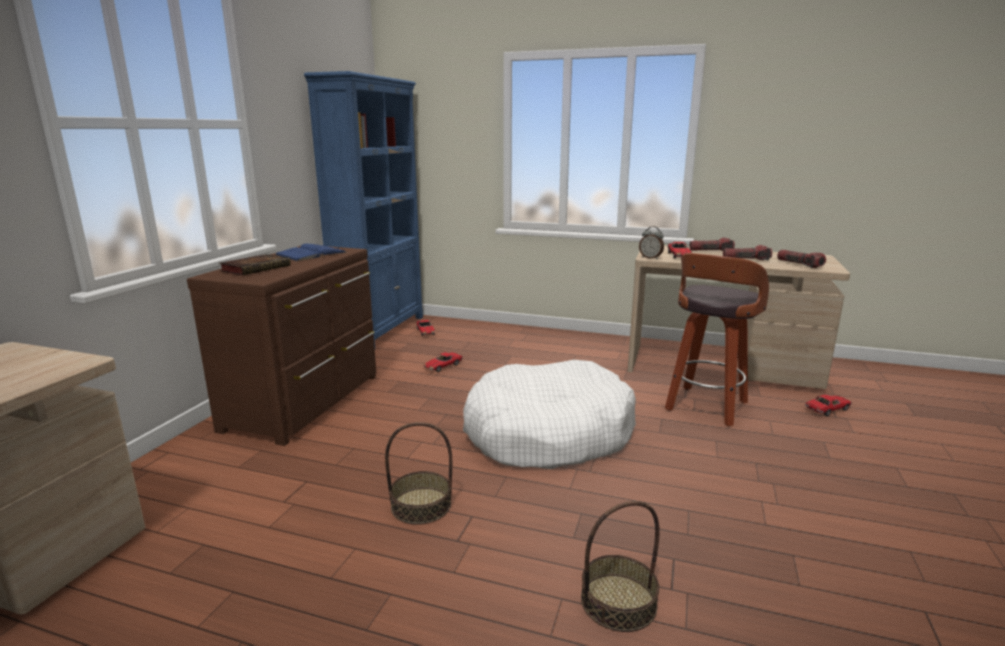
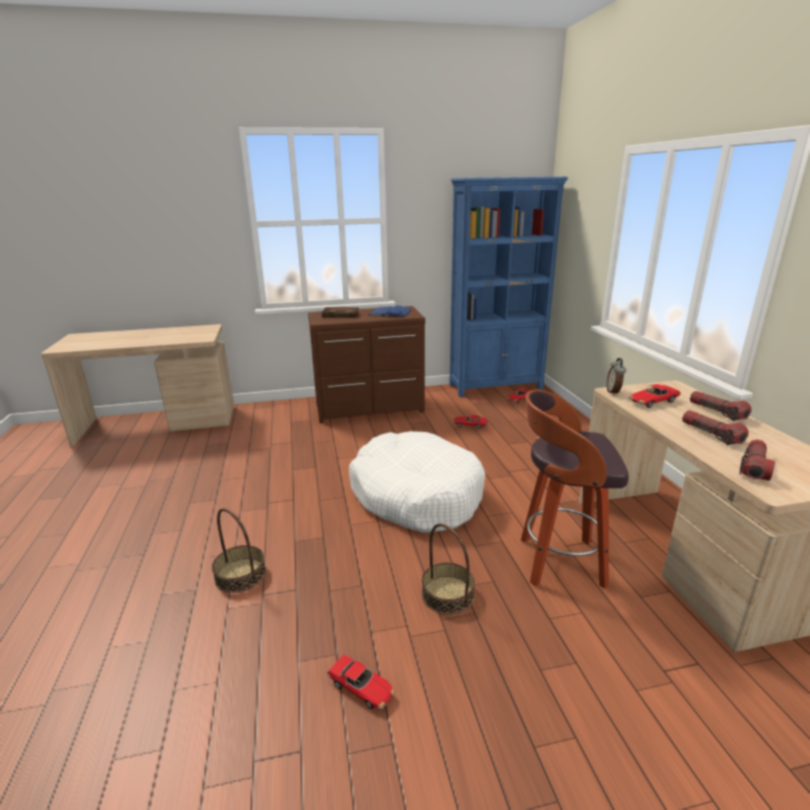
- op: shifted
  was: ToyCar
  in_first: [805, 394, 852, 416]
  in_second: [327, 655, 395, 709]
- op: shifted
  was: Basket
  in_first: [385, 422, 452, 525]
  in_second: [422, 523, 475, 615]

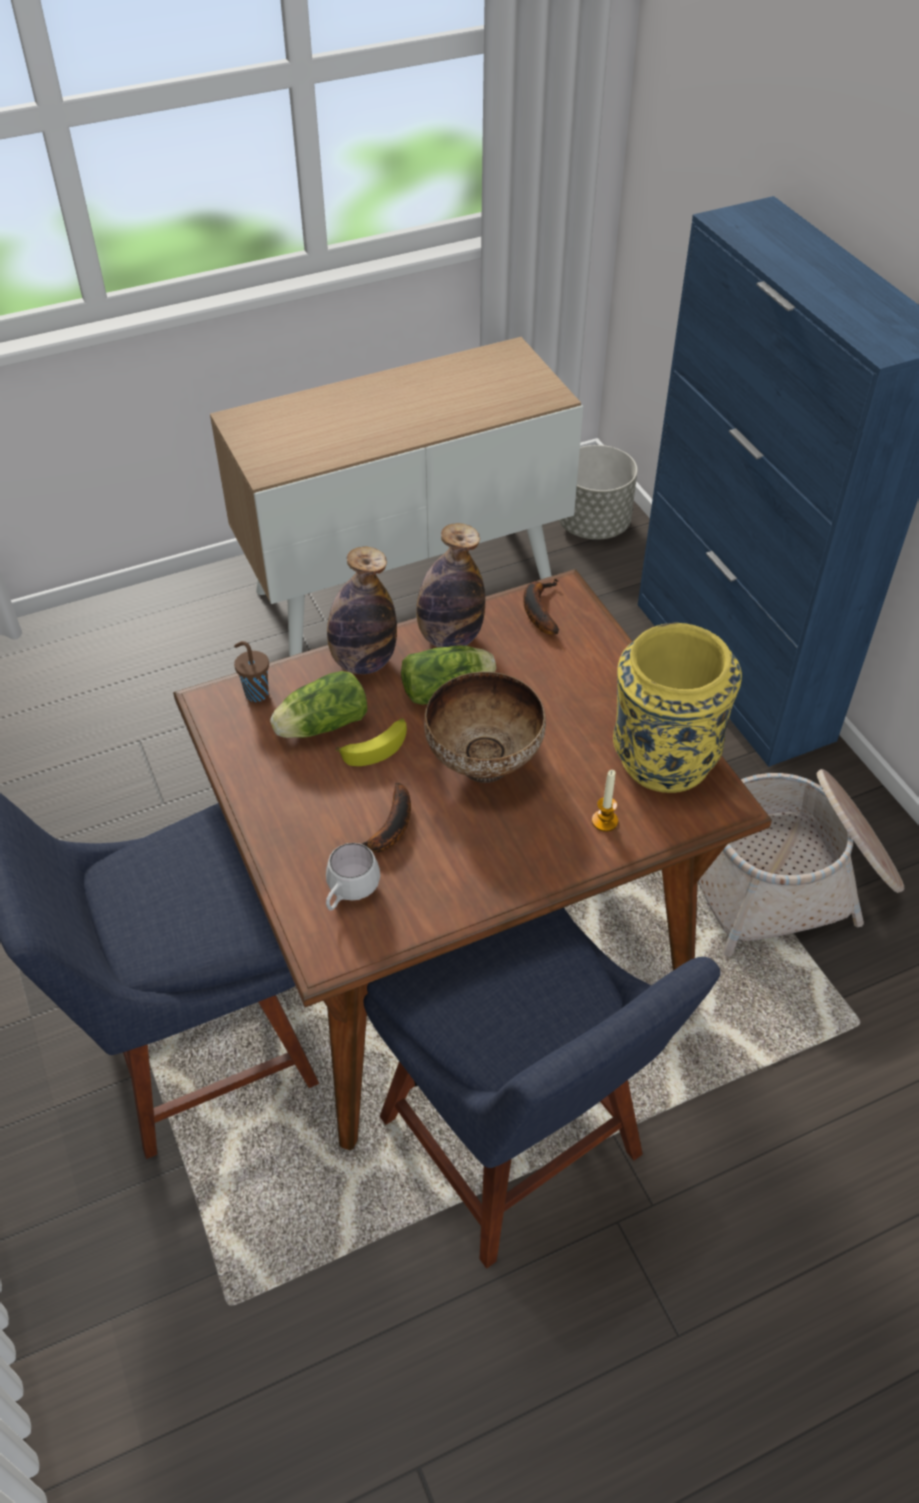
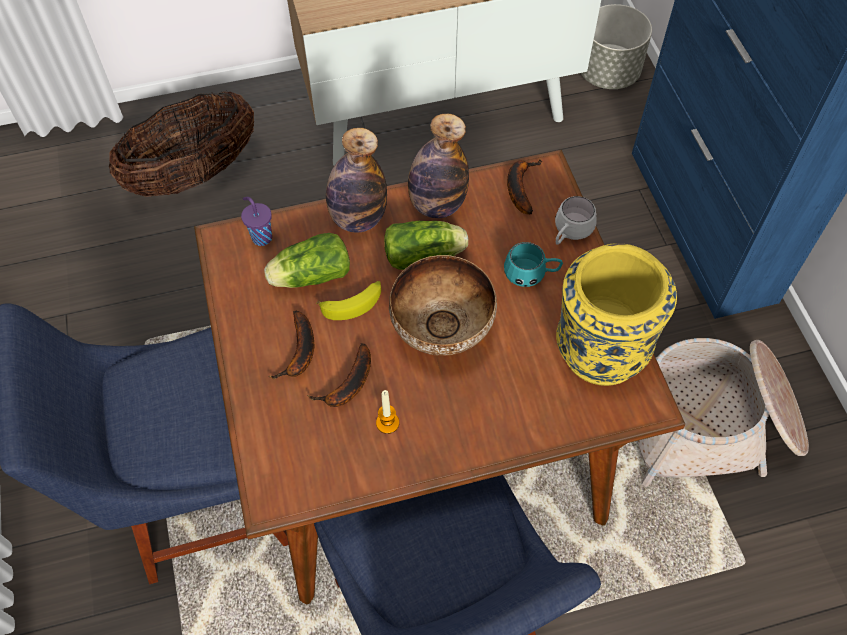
- op: new
  now: Basket
  in_second: [109, 91, 254, 197]
- op: repainted
  was: BrownCup
  now: PurpleCup
  in_first: [234, 641, 269, 702]
  in_second: [241, 197, 272, 246]
- op: new
  now: Banana
  in_second: [268, 311, 314, 379]
- op: shifted
  was: Candle
  in_first: [592, 770, 618, 832]
  in_second: [376, 390, 399, 434]
- op: new
  now: TurquoiseMug
  in_second: [504, 242, 563, 287]
- op: shifted
  was: WhiteMug
  in_first: [326, 843, 381, 911]
  in_second: [555, 196, 597, 245]

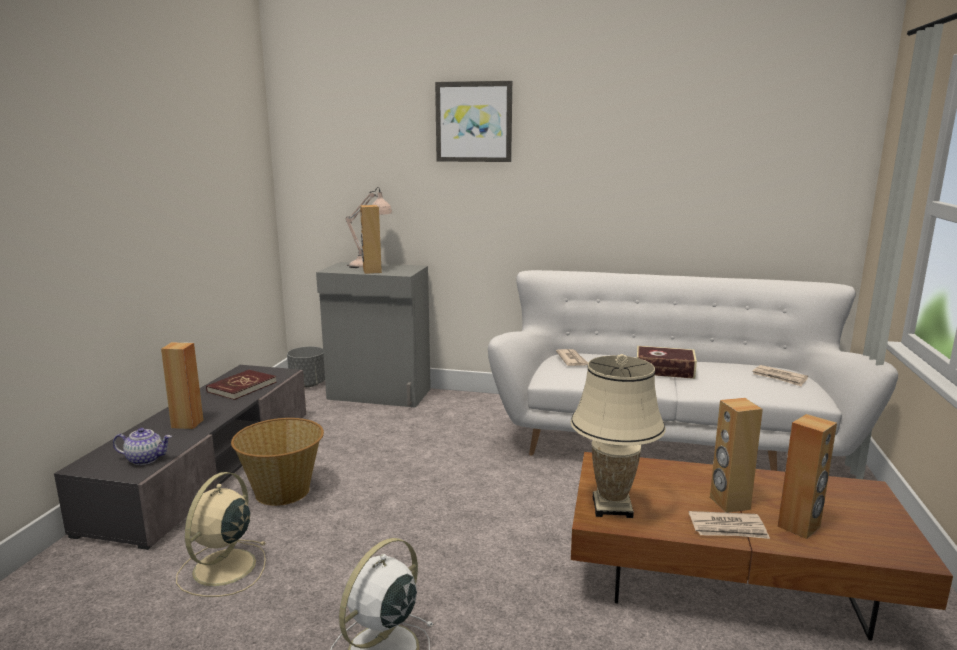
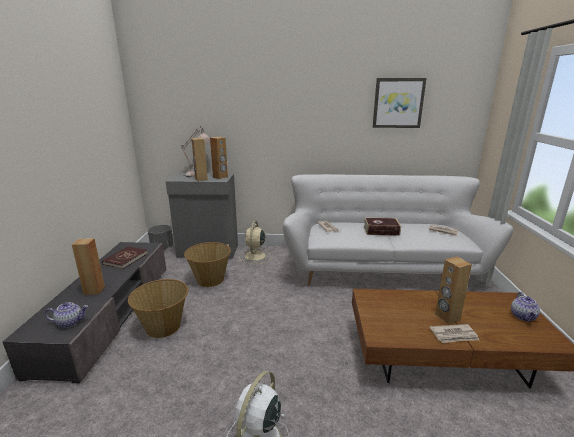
- op: new
  now: Basket
  in_second: [184, 242, 231, 287]
- op: shifted
  was: BrownSpeaker
  in_first: [778, 414, 837, 539]
  in_second: [210, 137, 228, 179]
- op: shifted
  was: BeigeFan
  in_first: [176, 472, 266, 597]
  in_second: [239, 221, 271, 264]
- op: shifted
  was: Picture
  in_first: [435, 81, 512, 162]
  in_second: [372, 78, 427, 128]
- op: new
  now: Teapot
  in_second: [511, 292, 540, 322]
- op: gone
  was: BeigeTableLamp
  in_first: [571, 354, 666, 518]

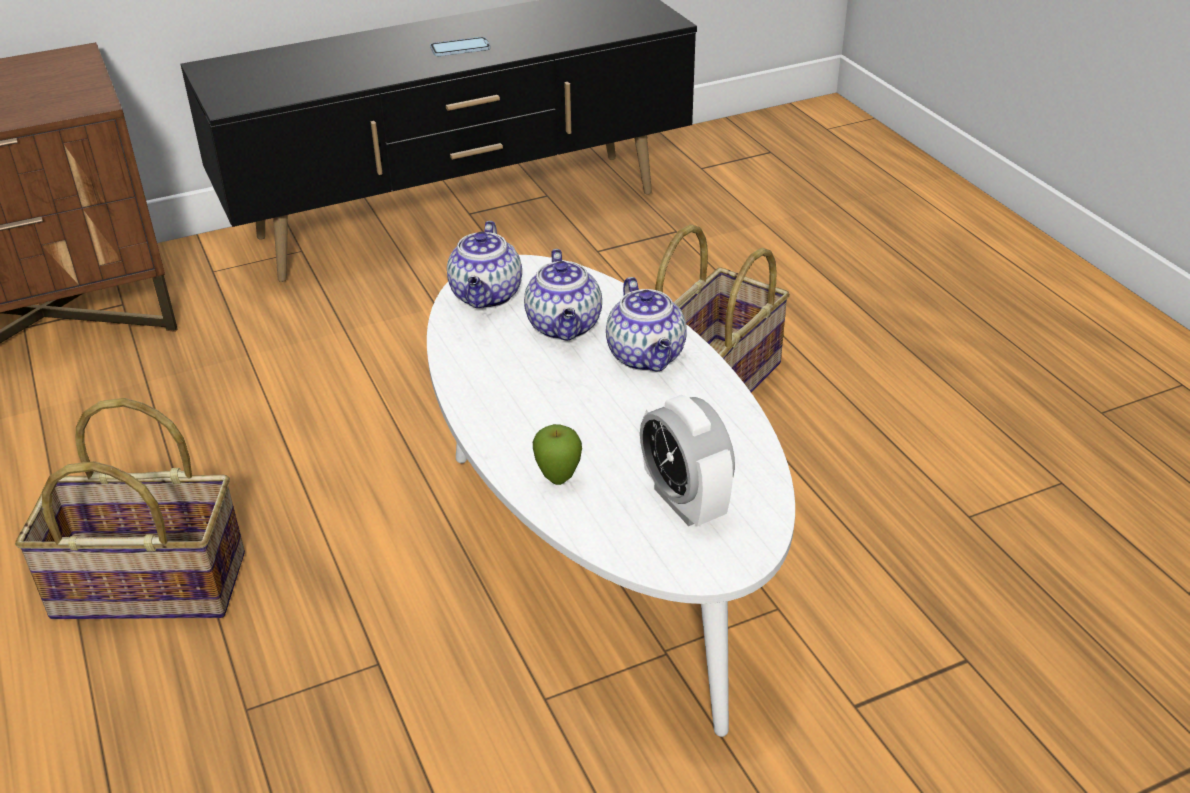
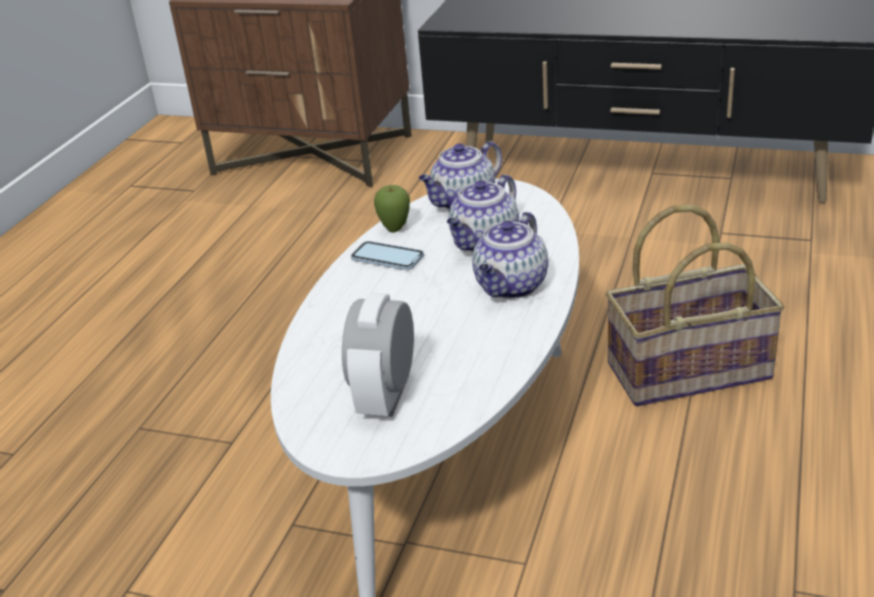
- op: shifted
  was: Phone
  in_first: [430, 37, 491, 56]
  in_second: [351, 241, 424, 270]
- op: shifted
  was: Apple
  in_first: [533, 424, 582, 485]
  in_second: [374, 185, 410, 233]
- op: gone
  was: Basket
  in_first: [15, 398, 245, 619]

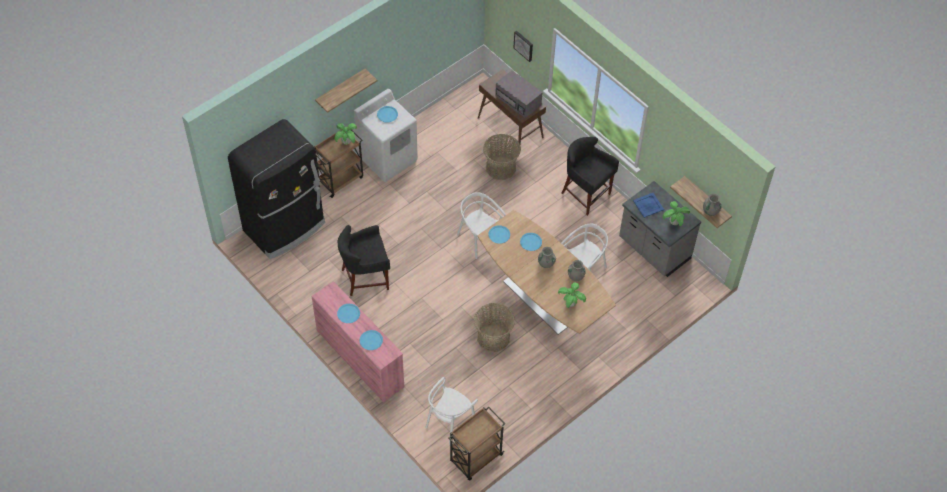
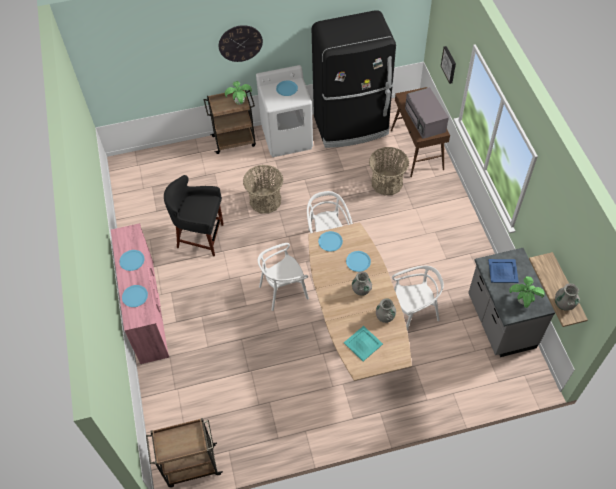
- op: swapped
  was: Shelf
  now: WallClock
  in_first: [315, 69, 377, 113]
  in_second: [219, 25, 263, 62]
- op: shifted
  was: Basket
  in_first: [474, 303, 515, 352]
  in_second: [243, 165, 283, 214]
- op: shifted
  was: WhiteChair
  in_first: [426, 377, 478, 445]
  in_second: [258, 243, 309, 311]
- op: shifted
  was: BlackFridge
  in_first: [228, 119, 325, 259]
  in_second: [312, 10, 396, 148]
- op: swapped
  was: PottedPlant
  now: TurquoiseTray
  in_first: [558, 282, 586, 308]
  in_second: [344, 326, 383, 361]
- op: gone
  was: BlackStool
  in_first: [562, 137, 619, 216]

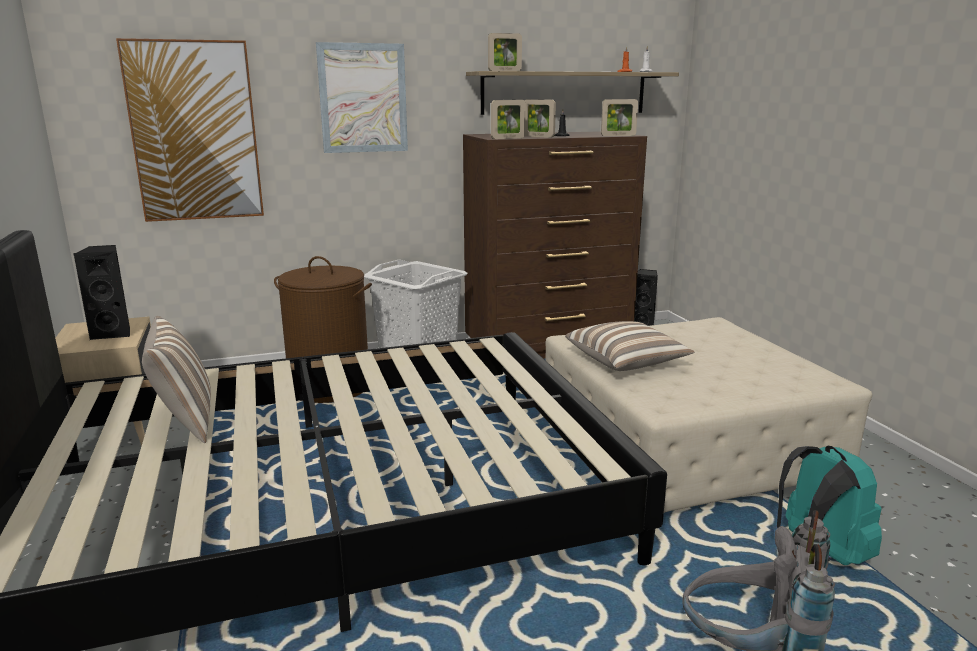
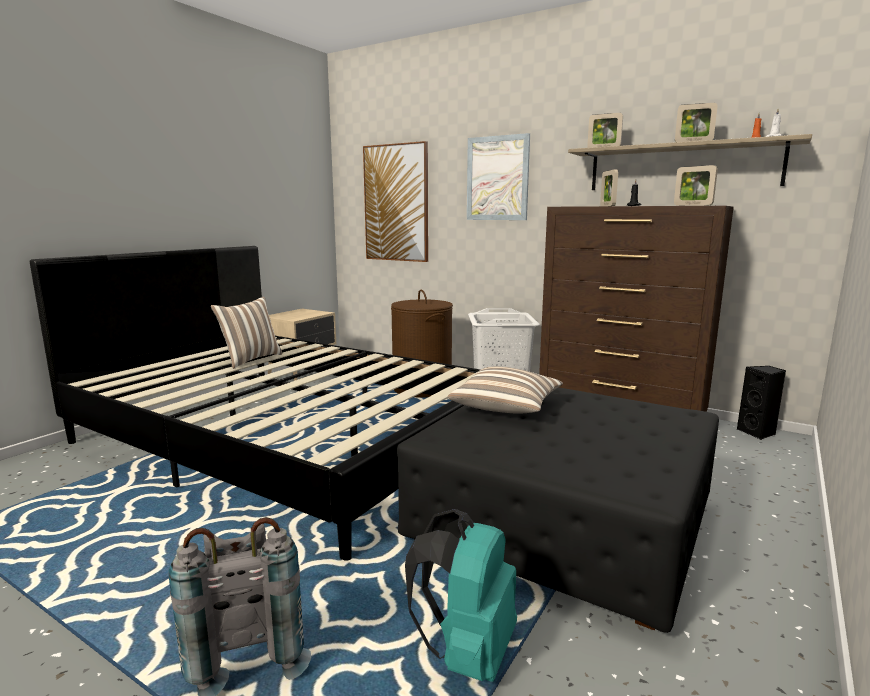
- op: repainted
  was: BeigeOttoman
  now: BlackOttoman
  in_first: [545, 317, 872, 513]
  in_second: [397, 387, 719, 633]
- op: shifted
  was: PictureFrame
  in_first: [491, 100, 526, 139]
  in_second: [675, 103, 718, 142]
- op: gone
  was: BlackSpeaker
  in_first: [74, 245, 130, 340]

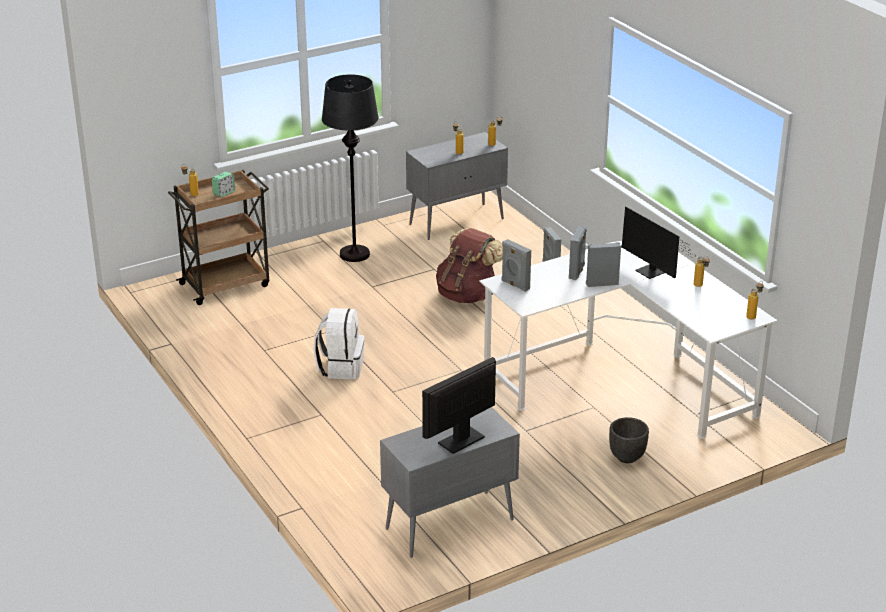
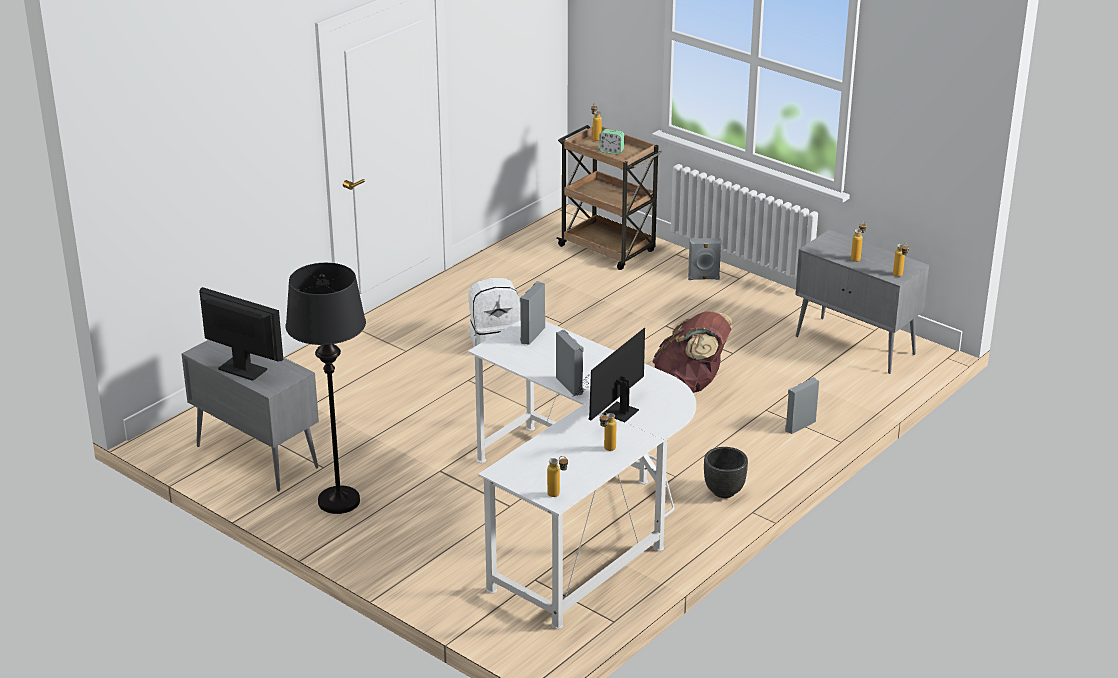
- op: shifted
  was: BlackFloorLamp
  in_first: [322, 74, 379, 262]
  in_second: [286, 263, 366, 514]
- op: shifted
  was: GreySpeaker
  in_first: [569, 226, 587, 280]
  in_second: [688, 238, 722, 280]
- op: shifted
  was: BlackPlanter
  in_first: [609, 417, 649, 463]
  in_second: [704, 447, 748, 498]

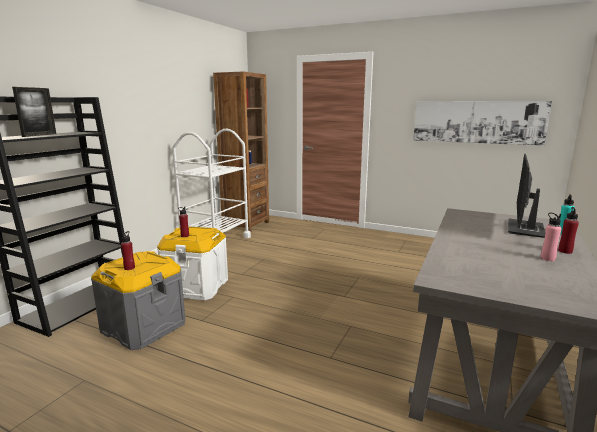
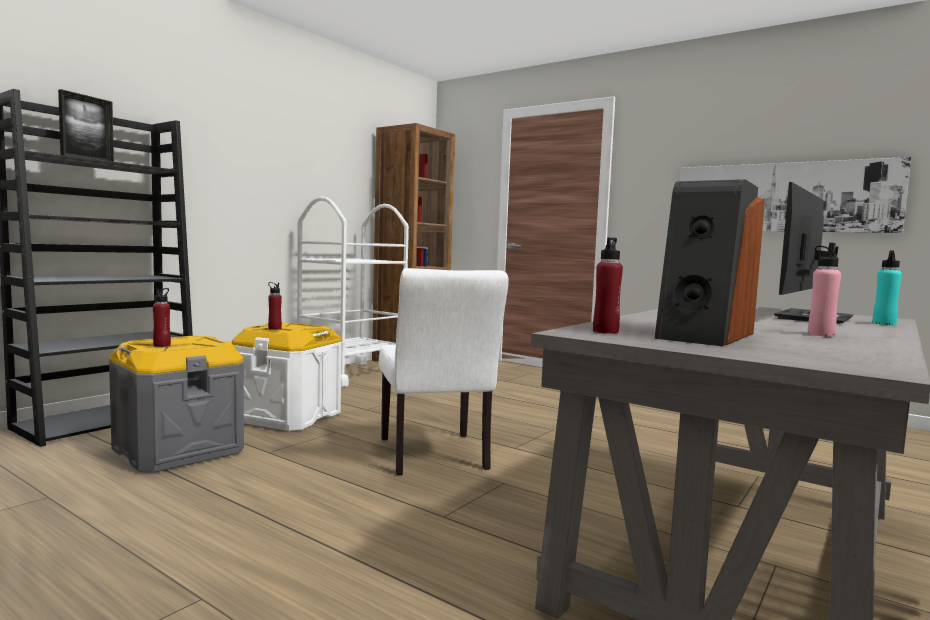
- op: new
  now: WhiteChair
  in_second: [379, 268, 509, 475]
- op: shifted
  was: RedBottle
  in_first: [558, 207, 579, 254]
  in_second: [593, 238, 623, 334]
- op: new
  now: Speaker
  in_second: [654, 179, 765, 346]

